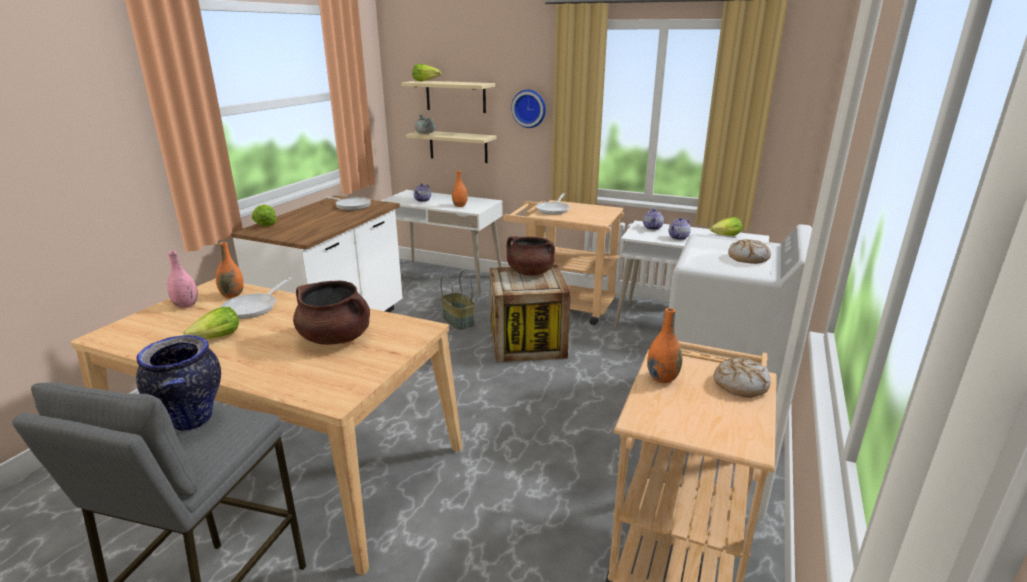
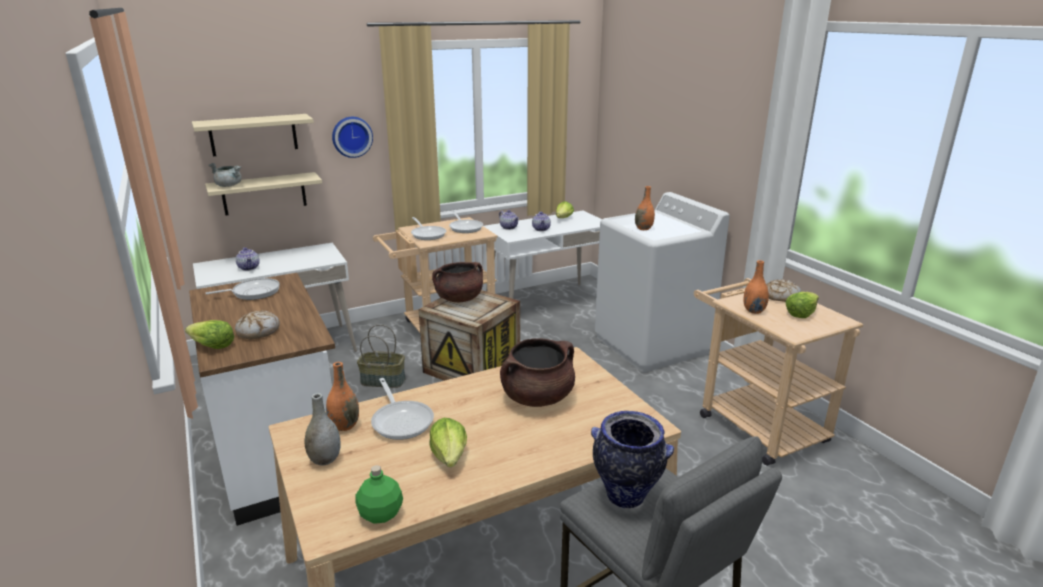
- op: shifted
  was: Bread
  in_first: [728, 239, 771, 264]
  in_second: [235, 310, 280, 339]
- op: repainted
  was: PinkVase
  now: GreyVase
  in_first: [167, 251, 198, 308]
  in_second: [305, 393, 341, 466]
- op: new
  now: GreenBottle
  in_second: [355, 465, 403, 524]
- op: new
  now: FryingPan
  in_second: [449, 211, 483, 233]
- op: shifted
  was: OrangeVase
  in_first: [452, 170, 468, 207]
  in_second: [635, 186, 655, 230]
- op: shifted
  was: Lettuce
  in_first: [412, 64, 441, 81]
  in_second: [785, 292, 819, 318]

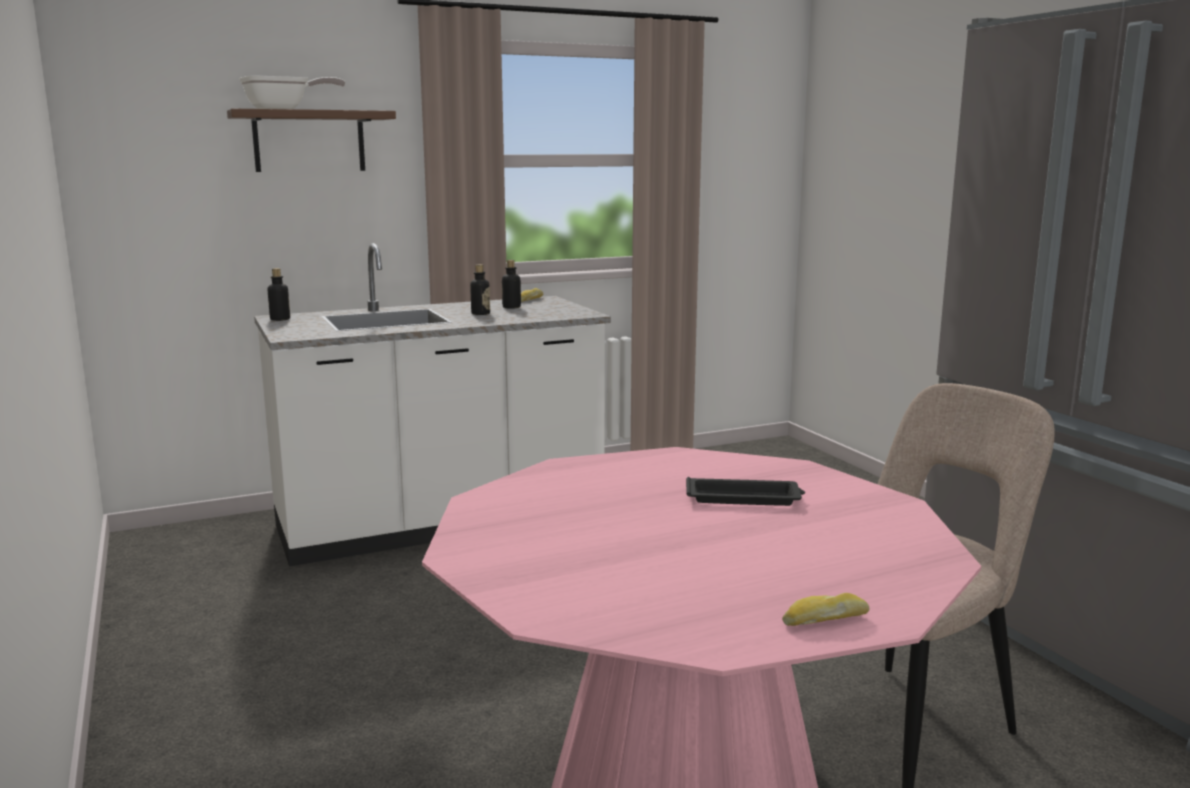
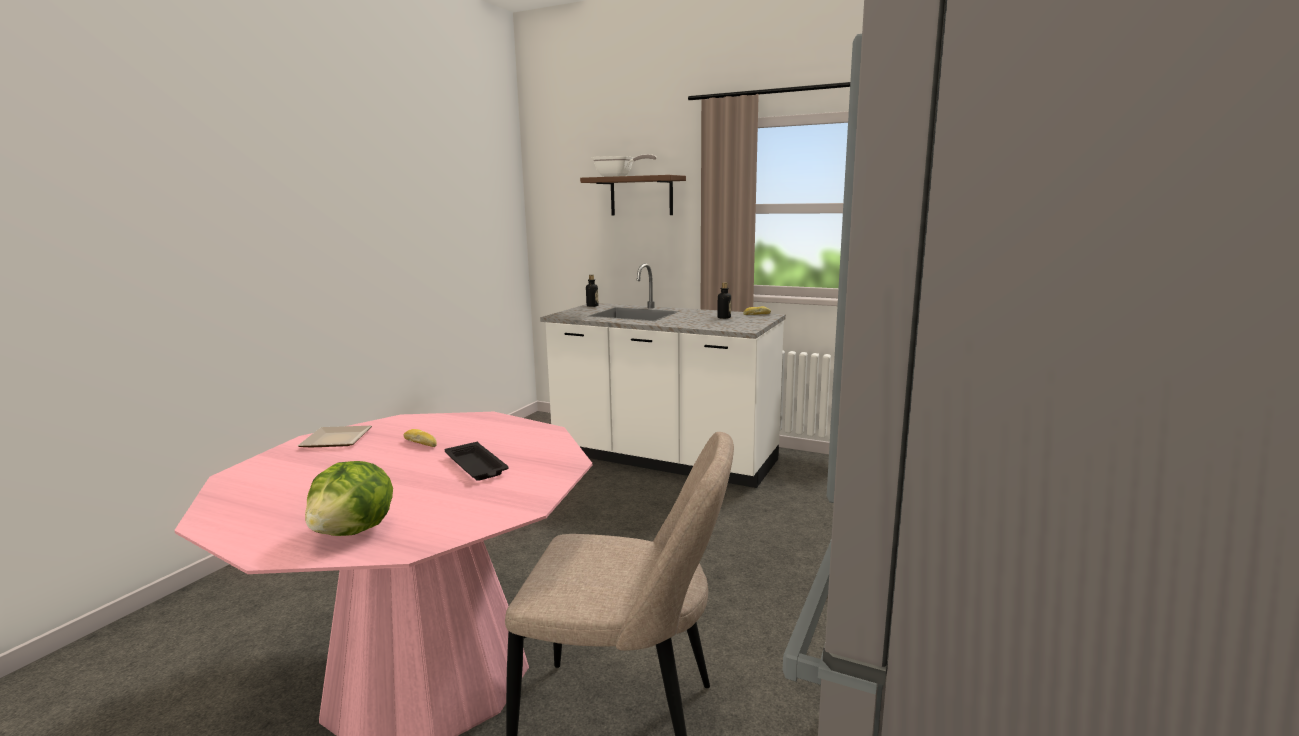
- op: new
  now: Plate
  in_second: [298, 426, 372, 448]
- op: new
  now: Lettuce
  in_second: [305, 461, 393, 536]
- op: shifted
  was: Bread
  in_first: [782, 593, 869, 626]
  in_second: [403, 429, 437, 447]
- op: gone
  was: Bottle
  in_first: [470, 264, 490, 315]

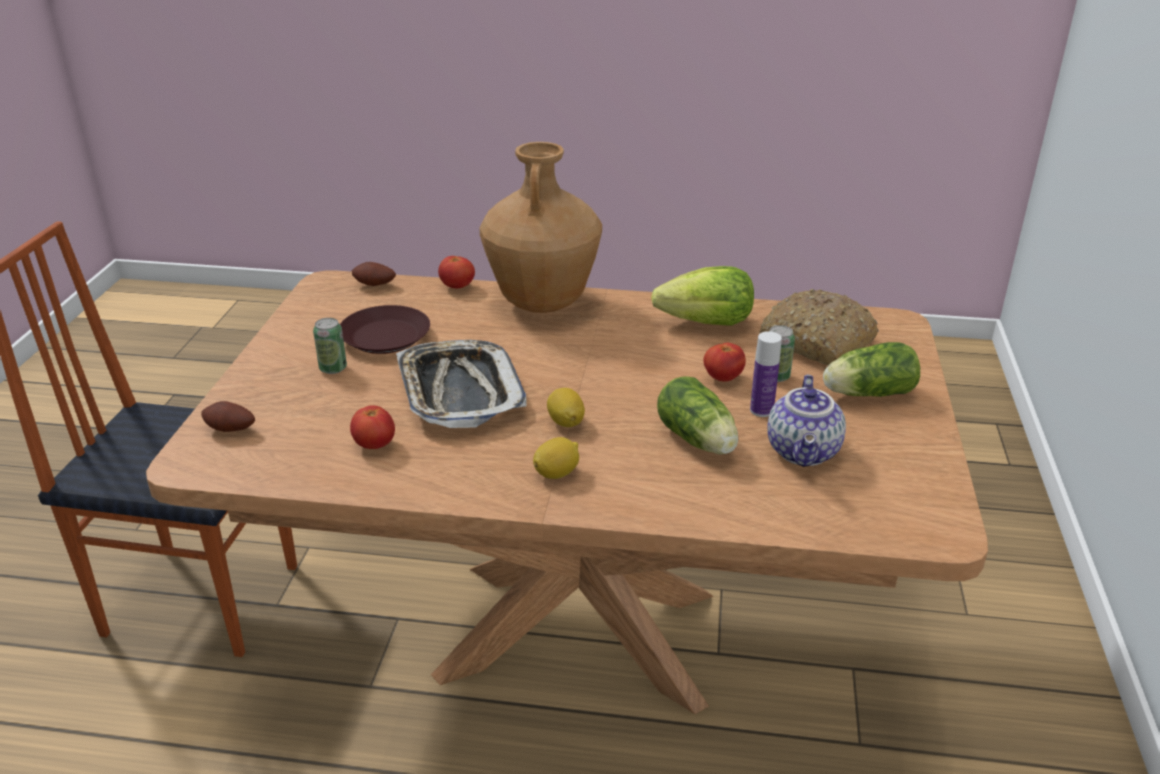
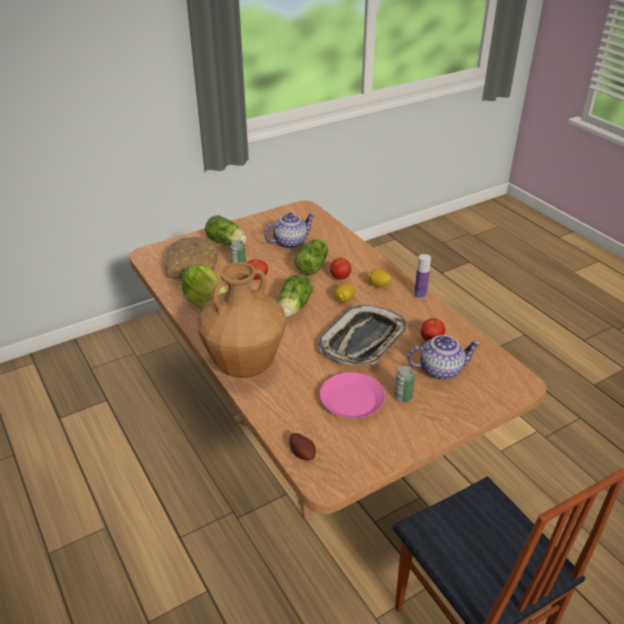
- op: new
  now: Lettuce
  in_second: [278, 275, 313, 317]
- op: repainted
  was: BrownPlate
  now: PinkPlate
  in_first: [340, 305, 430, 354]
  in_second: [320, 372, 385, 418]
- op: shifted
  was: Tomato
  in_first: [438, 256, 475, 288]
  in_second: [330, 258, 351, 280]
- op: new
  now: Teapot
  in_second: [407, 335, 481, 380]
- op: shifted
  was: Bottle
  in_first: [750, 331, 782, 417]
  in_second: [414, 254, 431, 299]
- op: gone
  was: Potato
  in_first: [201, 401, 255, 432]

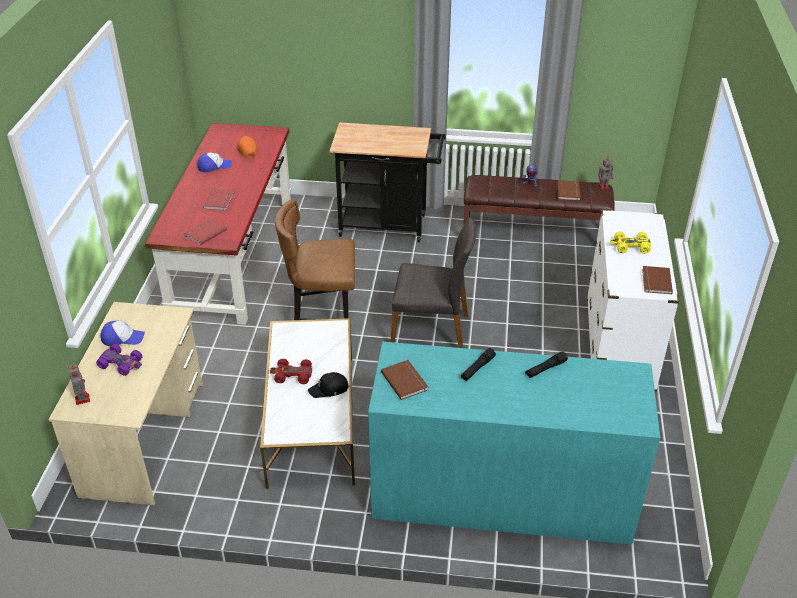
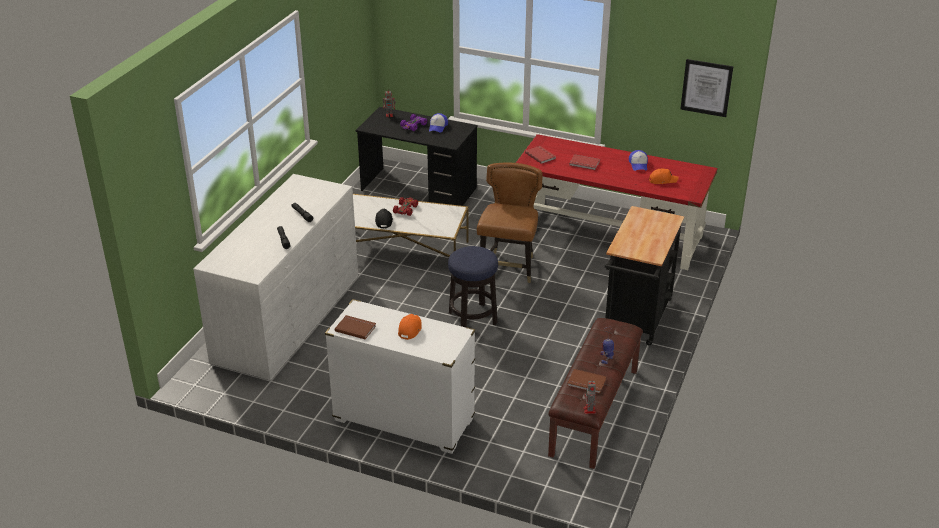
- op: repainted
  was: TurquoiseDresser
  now: WhiteDresser
  in_first: [368, 342, 660, 545]
  in_second: [193, 174, 358, 380]
- op: repainted
  was: BeigeDesk
  now: BlackDesk
  in_first: [48, 302, 203, 506]
  in_second: [355, 107, 477, 206]
- op: swapped
  was: YellowToyCar
  now: OrangeCap
  in_first: [610, 231, 651, 254]
  in_second: [398, 314, 422, 340]
- op: swapped
  was: GreyChair
  now: Stool
  in_first: [391, 218, 476, 348]
  in_second: [448, 246, 498, 327]
- op: new
  now: Picture
  in_second: [680, 59, 733, 117]
- op: gone
  was: BrownBook
  in_first: [381, 360, 428, 400]

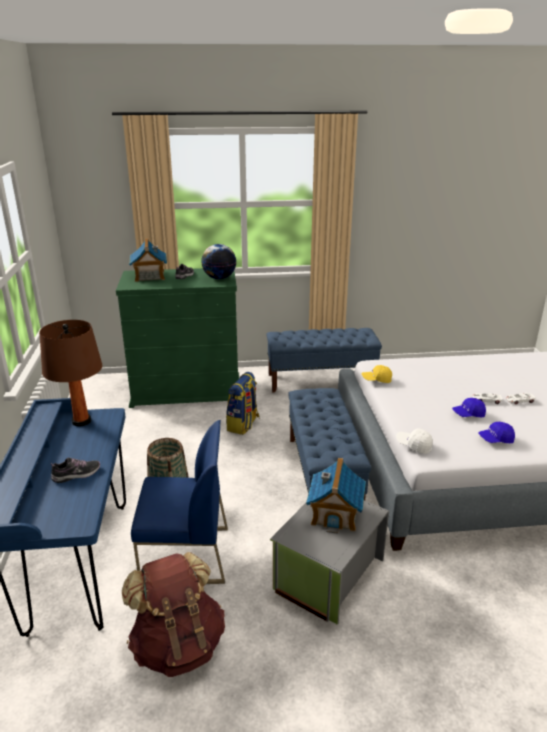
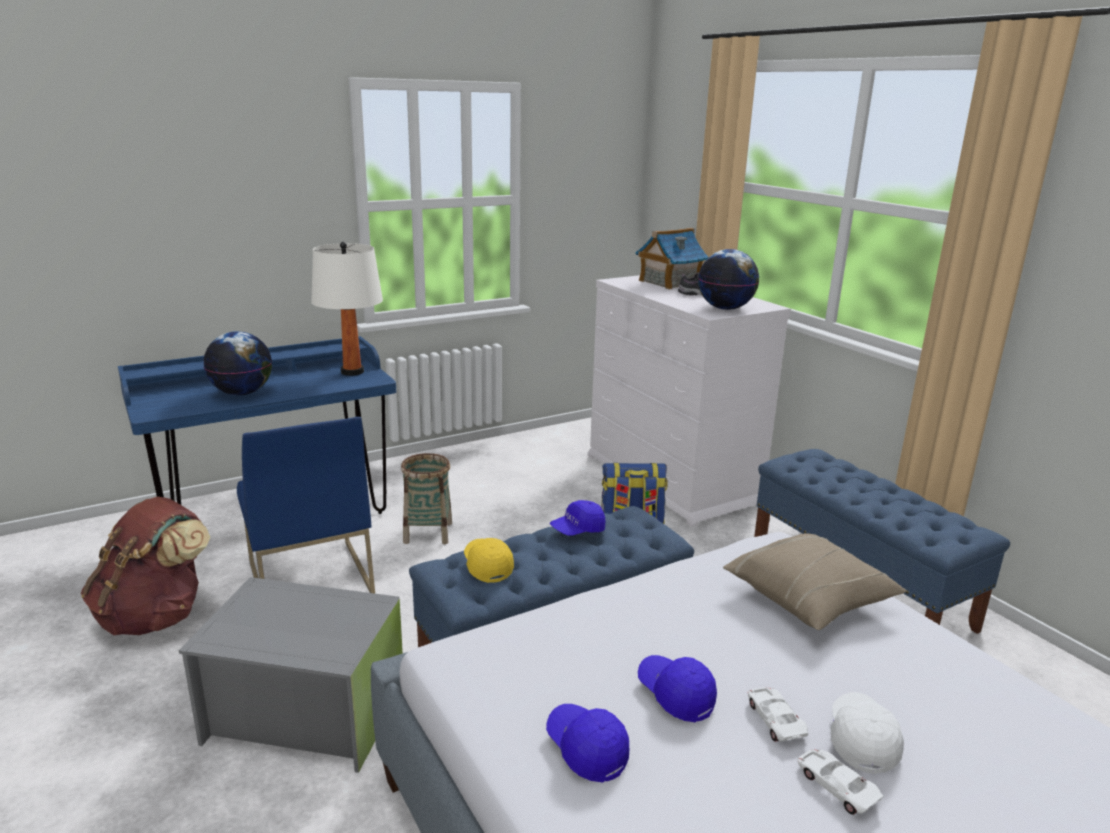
- op: swapped
  was: Shoe
  now: Globe
  in_first: [51, 458, 100, 483]
  in_second: [204, 331, 272, 395]
- op: repainted
  was: BrownTableLamp
  now: WhiteTableLamp
  in_first: [39, 320, 102, 427]
  in_second: [311, 242, 383, 376]
- op: shifted
  was: YellowCap
  in_first: [362, 365, 392, 383]
  in_second: [464, 538, 514, 583]
- op: new
  now: BlueCap
  in_second: [550, 500, 606, 536]
- op: repainted
  was: GreenDresser
  now: WhiteDresser
  in_first: [116, 268, 239, 408]
  in_second: [588, 275, 791, 527]
- op: new
  now: BeigePillow
  in_second: [723, 533, 907, 630]
- op: shifted
  was: WhiteCap
  in_first: [396, 429, 433, 454]
  in_second: [830, 692, 904, 774]
- op: gone
  was: ToyHouse
  in_first: [306, 458, 366, 534]

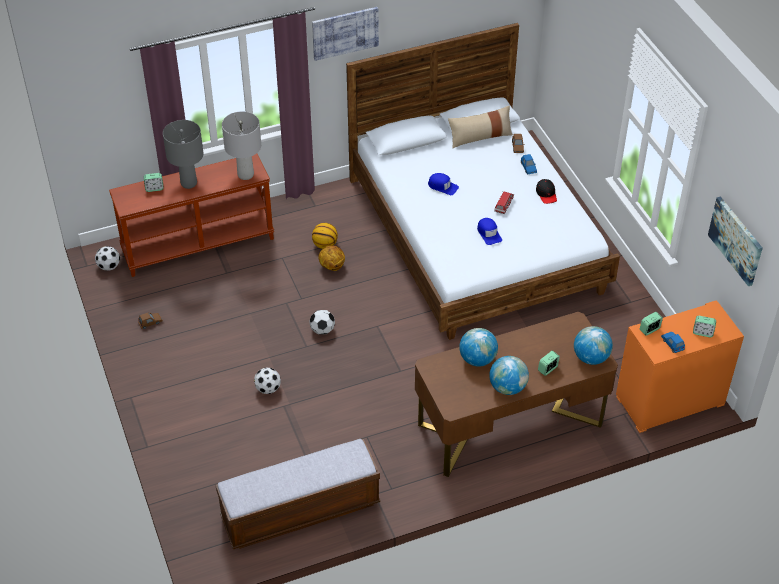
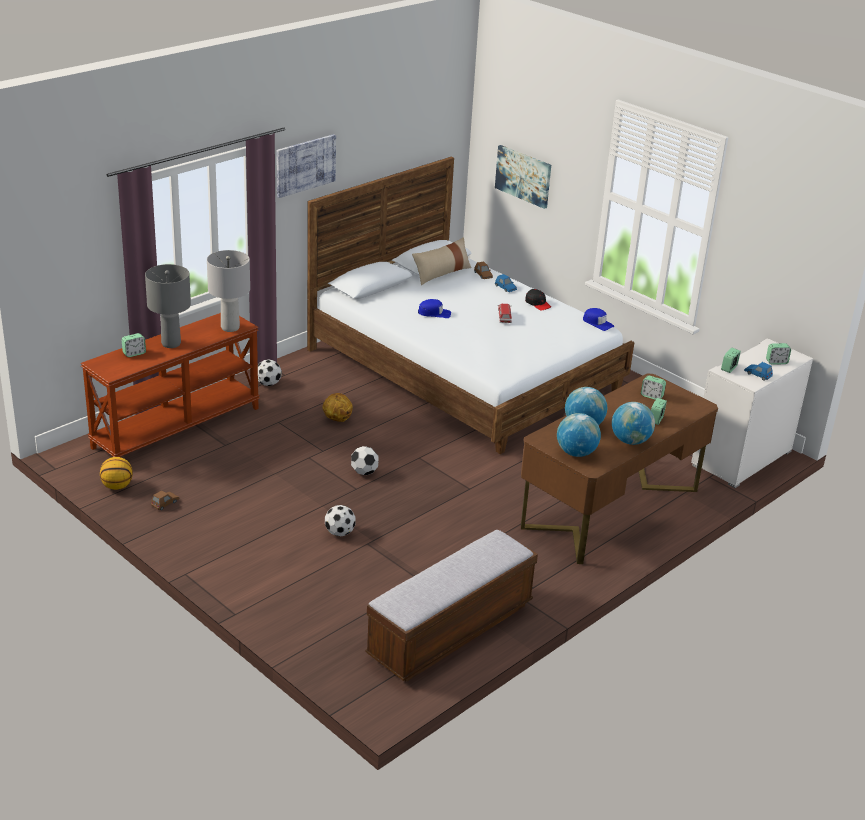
- op: shifted
  was: Basketball
  in_first: [312, 223, 338, 249]
  in_second: [100, 457, 133, 490]
- op: shifted
  was: Football
  in_first: [95, 246, 120, 271]
  in_second: [258, 359, 282, 386]
- op: shifted
  was: Picture
  in_first: [708, 196, 763, 286]
  in_second: [495, 145, 551, 209]
- op: shifted
  was: Globe
  in_first: [574, 326, 613, 365]
  in_second: [557, 413, 601, 457]
- op: shifted
  was: BlueCap
  in_first: [477, 218, 502, 245]
  in_second: [583, 308, 614, 331]
- op: new
  now: AlarmClock
  in_second: [641, 375, 666, 400]
- op: repainted
  was: OrangeDresser
  now: WhiteDresser
  in_first: [616, 300, 744, 433]
  in_second: [691, 339, 813, 488]

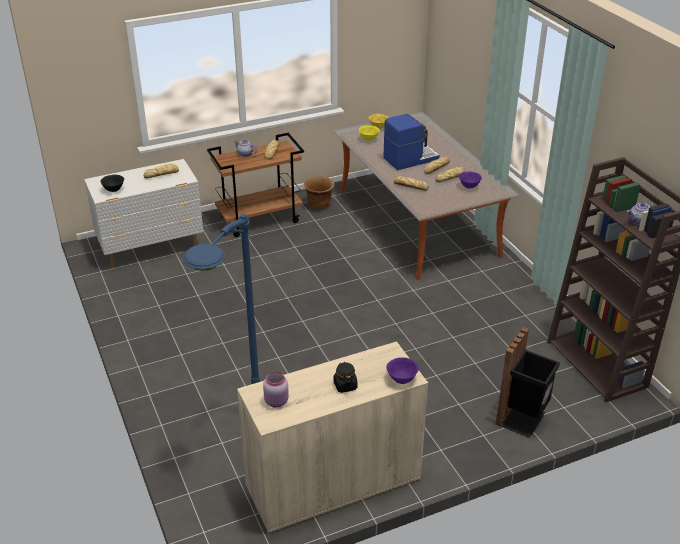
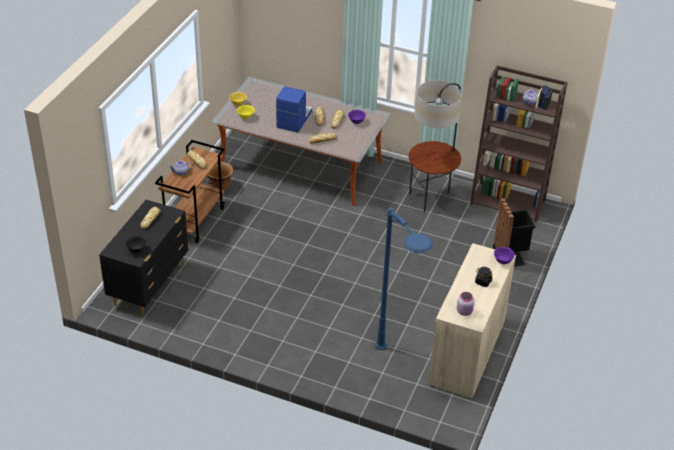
- op: repainted
  was: WhiteDresser
  now: BlackDresser
  in_first: [84, 159, 203, 267]
  in_second: [99, 200, 188, 315]
- op: new
  now: FloorLamp
  in_second: [409, 80, 462, 212]

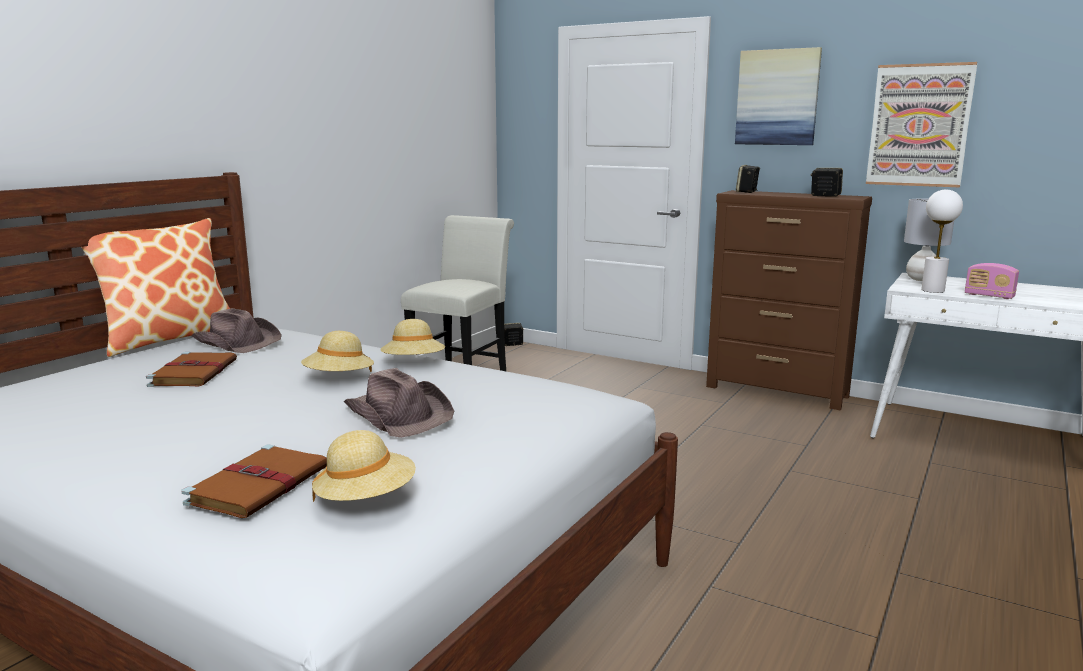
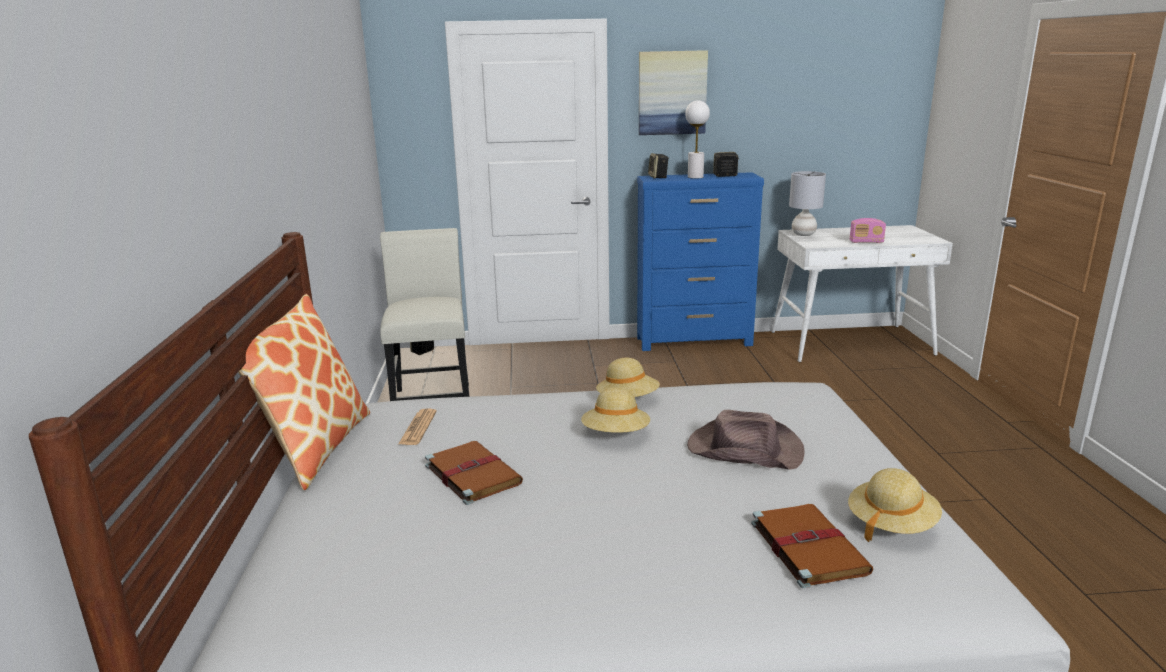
- op: swapped
  was: BrownHat
  now: Newspaper
  in_first: [192, 308, 282, 353]
  in_second: [398, 408, 437, 445]
- op: repainted
  was: BrownDresser
  now: BlueDresser
  in_first: [706, 190, 872, 410]
  in_second: [637, 172, 764, 351]
- op: shifted
  was: WhiteTableLamp
  in_first: [921, 190, 963, 293]
  in_second: [685, 100, 710, 179]
- op: gone
  was: Picture
  in_first: [866, 62, 977, 187]

